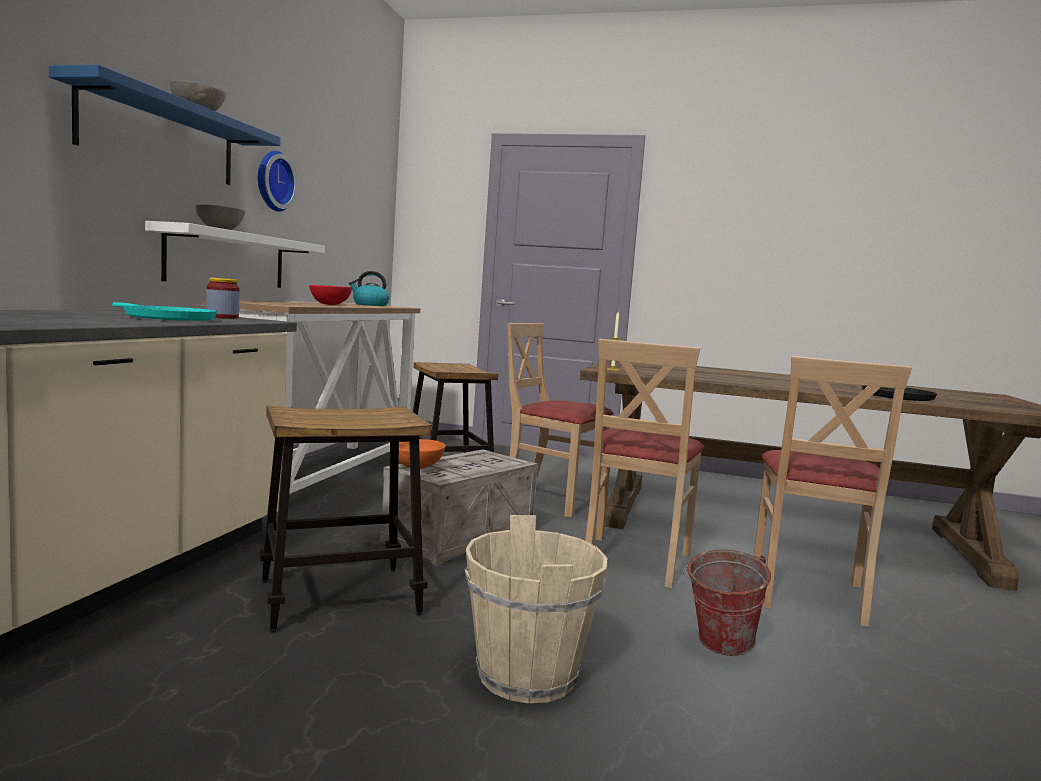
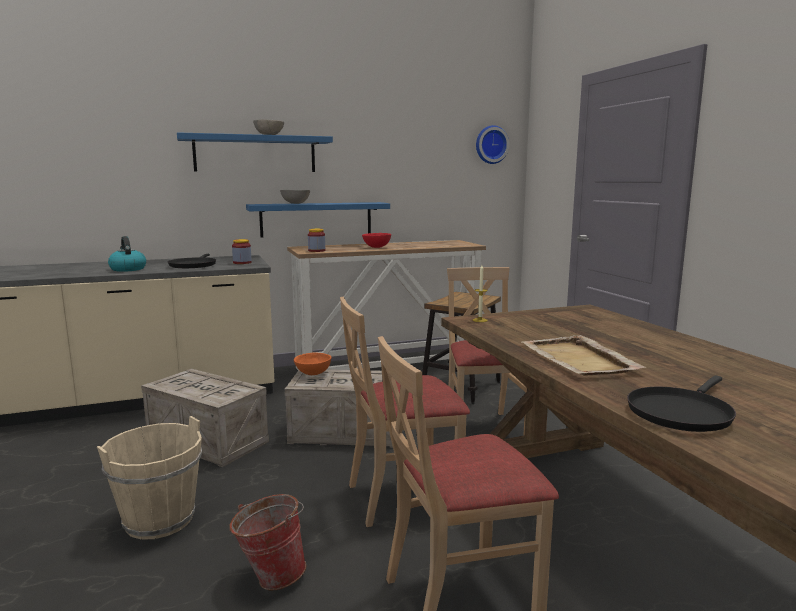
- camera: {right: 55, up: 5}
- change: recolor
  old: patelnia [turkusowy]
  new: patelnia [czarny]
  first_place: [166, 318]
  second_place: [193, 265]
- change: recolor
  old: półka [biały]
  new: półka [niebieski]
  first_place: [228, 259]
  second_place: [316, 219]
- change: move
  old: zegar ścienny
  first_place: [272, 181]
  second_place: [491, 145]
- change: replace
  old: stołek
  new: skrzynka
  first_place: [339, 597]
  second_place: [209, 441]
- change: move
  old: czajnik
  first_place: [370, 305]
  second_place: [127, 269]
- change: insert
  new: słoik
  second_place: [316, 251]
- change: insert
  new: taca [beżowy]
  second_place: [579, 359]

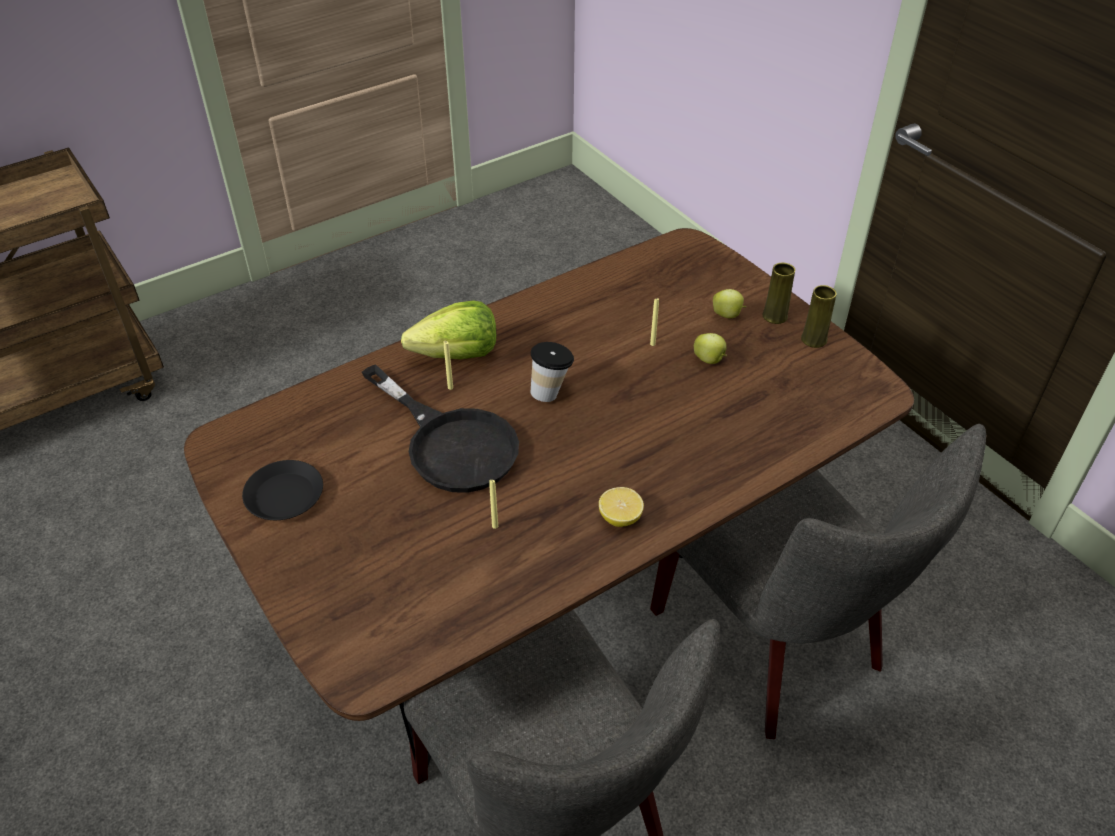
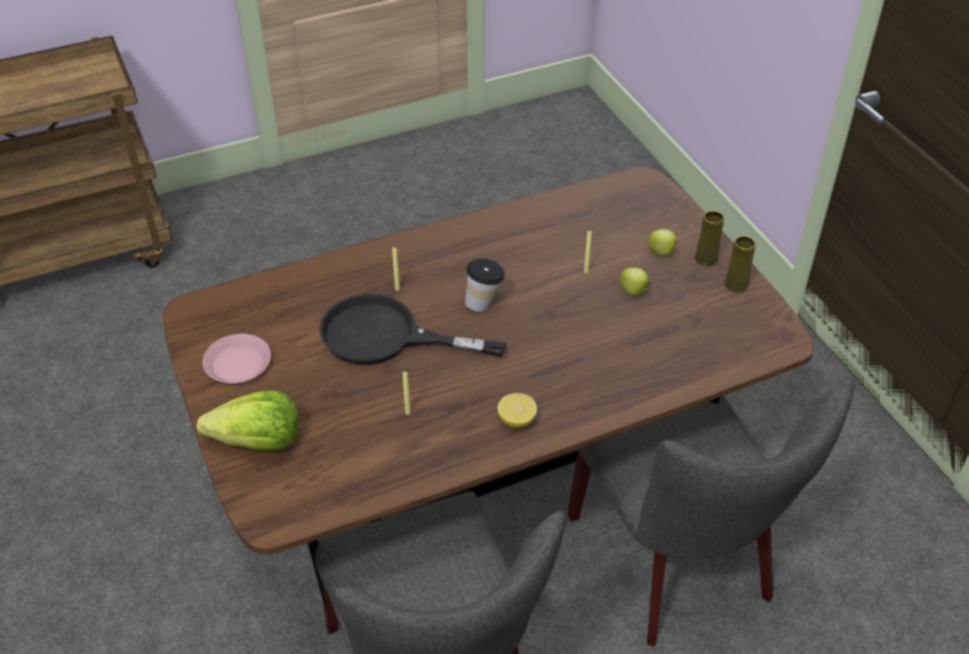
- camera: {right: 10, up: 0}
- change: recolor
  old: talerz [czarny]
  new: talerz [różowy]
  first_place: [285, 496]
  second_place: [238, 364]
- change: rotate
  old: patelnia [czarny]
  first_place: [451, 443]
  second_place: [386, 337]
  degrees: 135
- change: move
  old: sałata
  first_place: [457, 355]
  second_place: [258, 442]

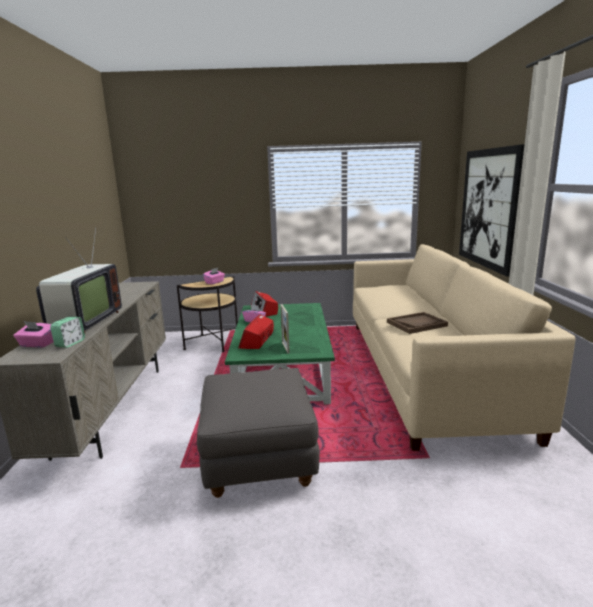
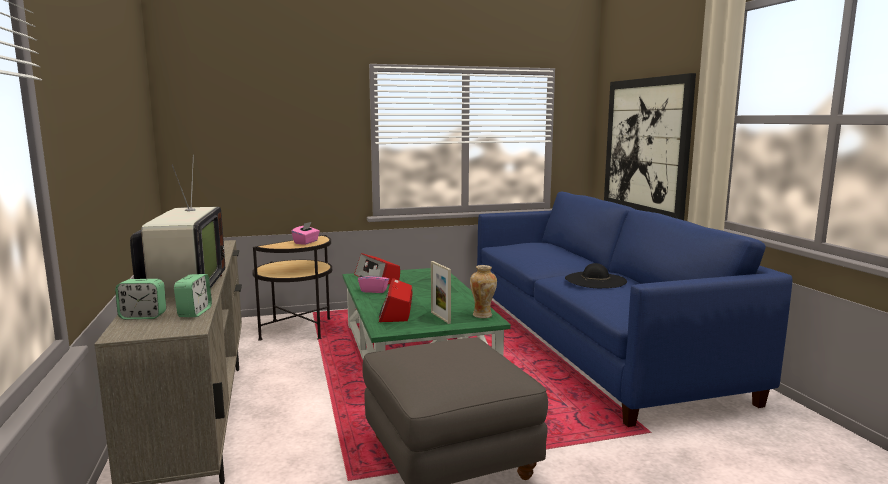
- camera: {right: -15, up: -5}
- change: replace
  old: pudełko chusteczek [różowy]
  new: budzik
  first_place: [37, 344]
  second_place: [143, 316]
- change: recolor
  old: kanapa [beżowy]
  new: kanapa [niebieski]
  first_place: [424, 370]
  second_place: [591, 342]
- change: replace
  old: taca [brązowy]
  new: kapelusz [czarny]
  first_place: [416, 324]
  second_place: [595, 280]
- change: insert
  new: wazon
  second_place: [483, 315]

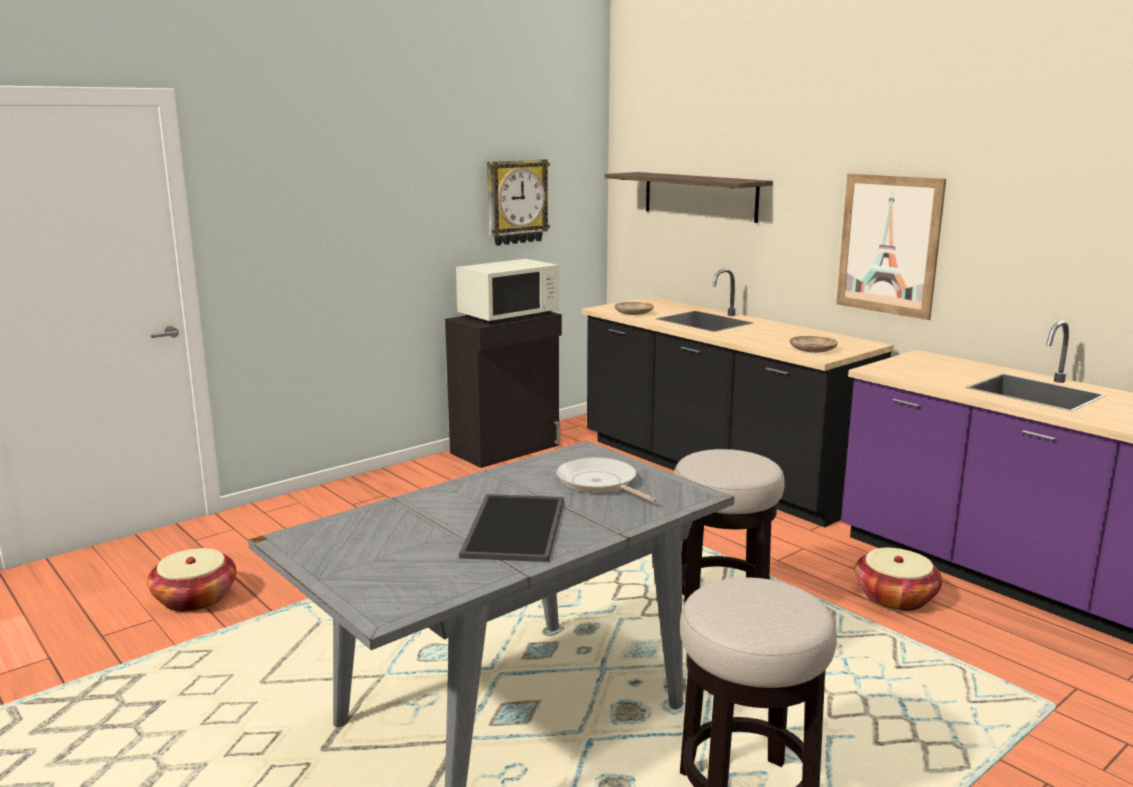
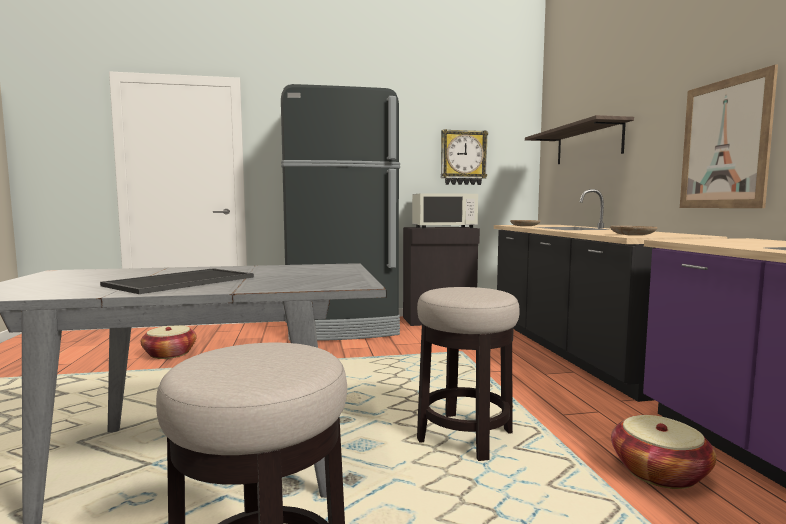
- camera: {right: 30, up: -10}
- change: delete
  old: patelnia
  first_place: [599, 483]
- change: insert
  new: lodówka [czarny]
  second_place: [342, 328]

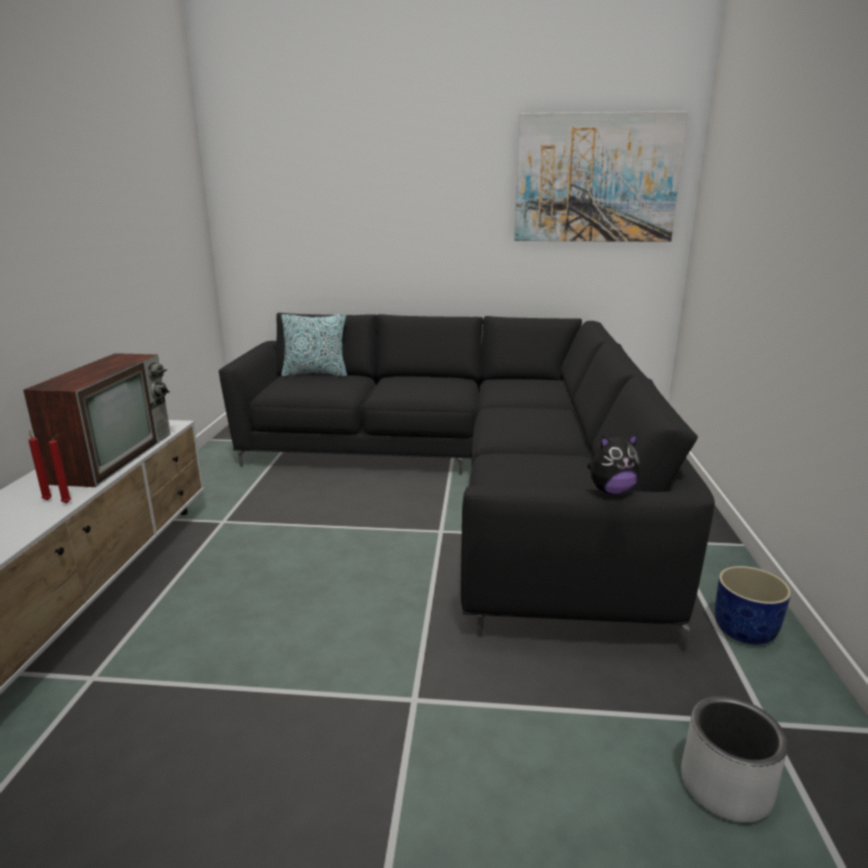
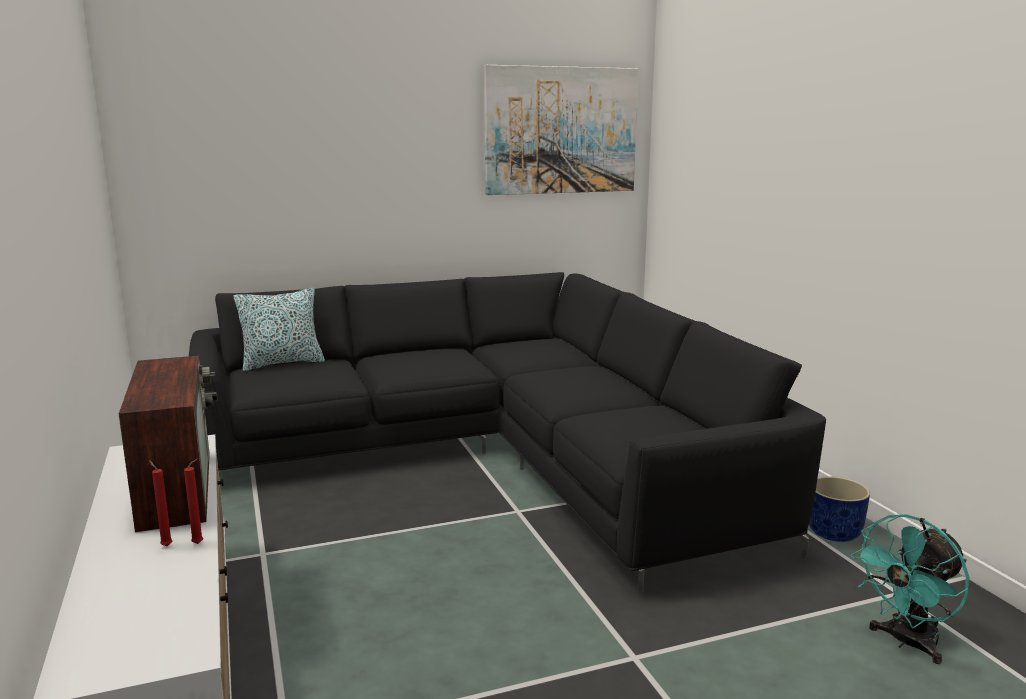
- camera: {right: -25, up: -5}
- change: delete
  old: pluszak
  first_place: [611, 491]
- change: replace
  old: donica [szary]
  new: wentylator [turkusowy]
  first_place: [726, 787]
  second_place: [906, 642]

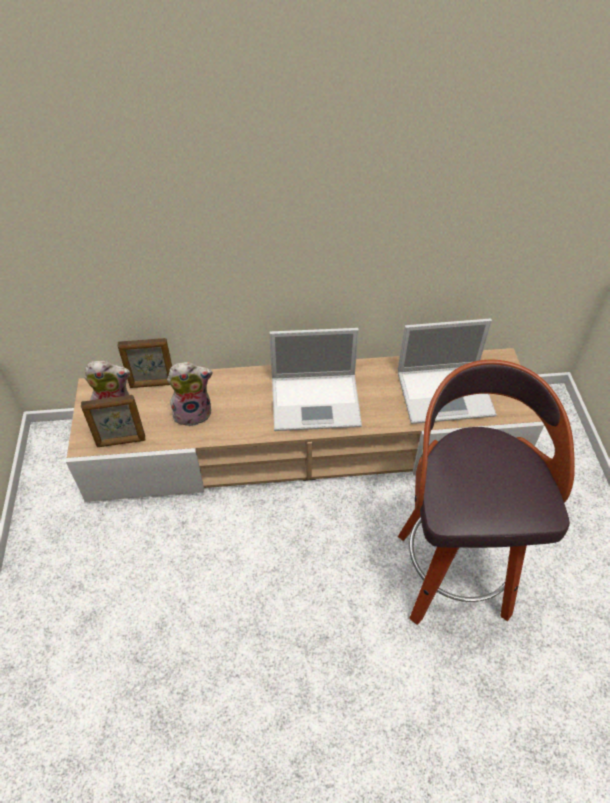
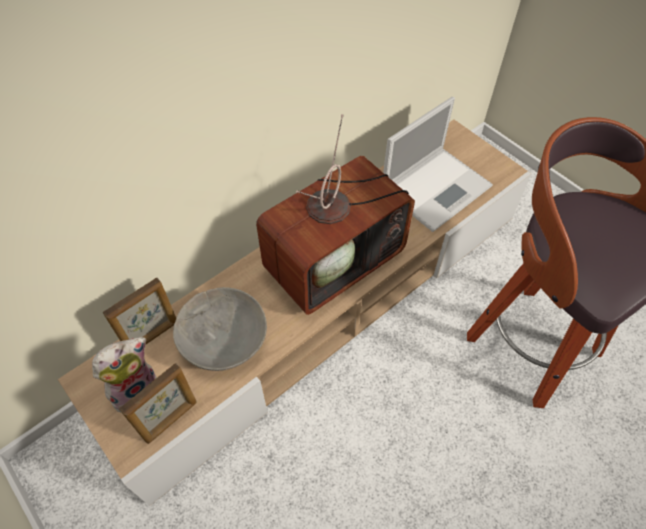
- camera: {right: -35, up: 5}
- change: replace
  old: pluszak
  new: miska [szary]
  first_place: [193, 412]
  second_place: [223, 340]
- change: replace
  old: laptop
  new: telewizor
  first_place: [317, 401]
  second_place: [335, 258]

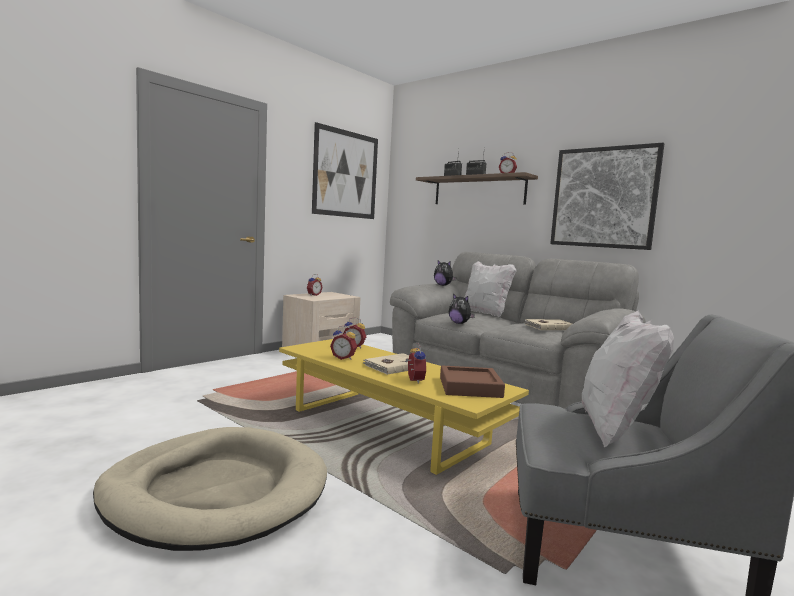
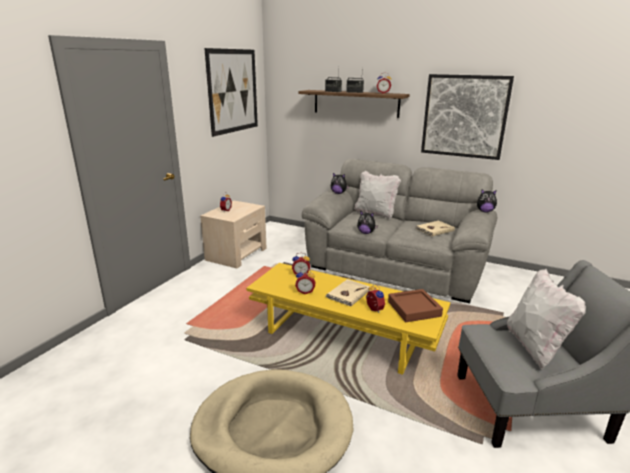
- camera: {right: -15, up: 15}
- change: insert
  new: pluszak
  second_place: [485, 211]

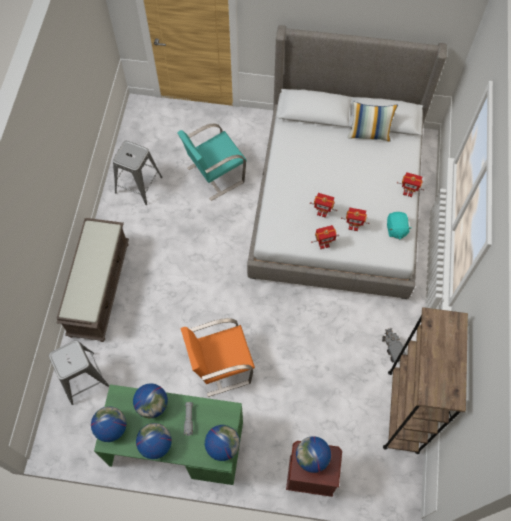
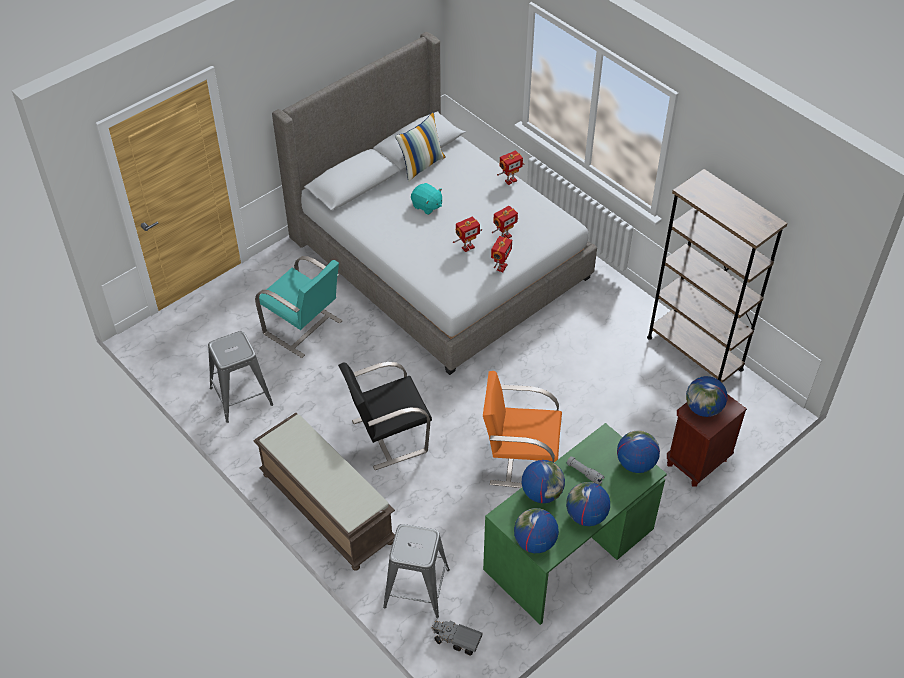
- camera: {right: -50, up: -15}
- change: rotate
  old: krzesło [turkusowy]
  first_place: [214, 175]
  second_place: [303, 328]
  degrees: -60
- change: rotate
  old: krzesło [pomarańczowy]
  first_place: [220, 366]
  second_place: [519, 459]
  degrees: 75
- change: move
  old: ciężarówka zabawkowa
  first_place: [393, 348]
  second_place: [456, 640]
- change: move
  old: pluszak [turkusowy]
  first_place: [396, 229]
  second_place: [427, 206]
- change: insert
  new: krzesło [czarny]
  second_place: [387, 436]

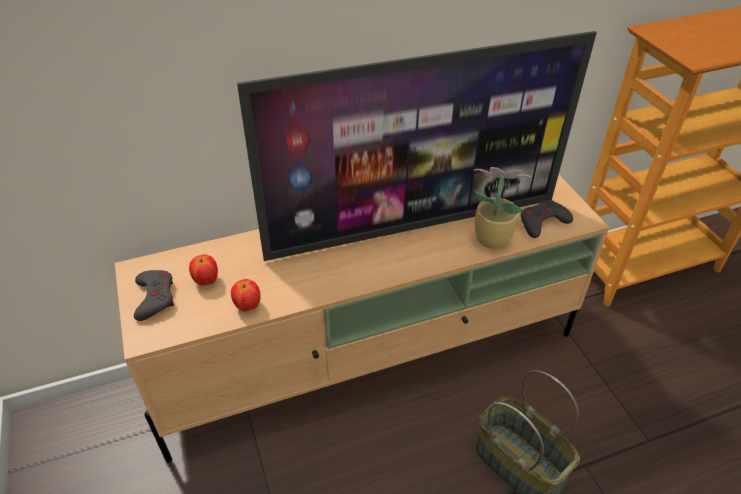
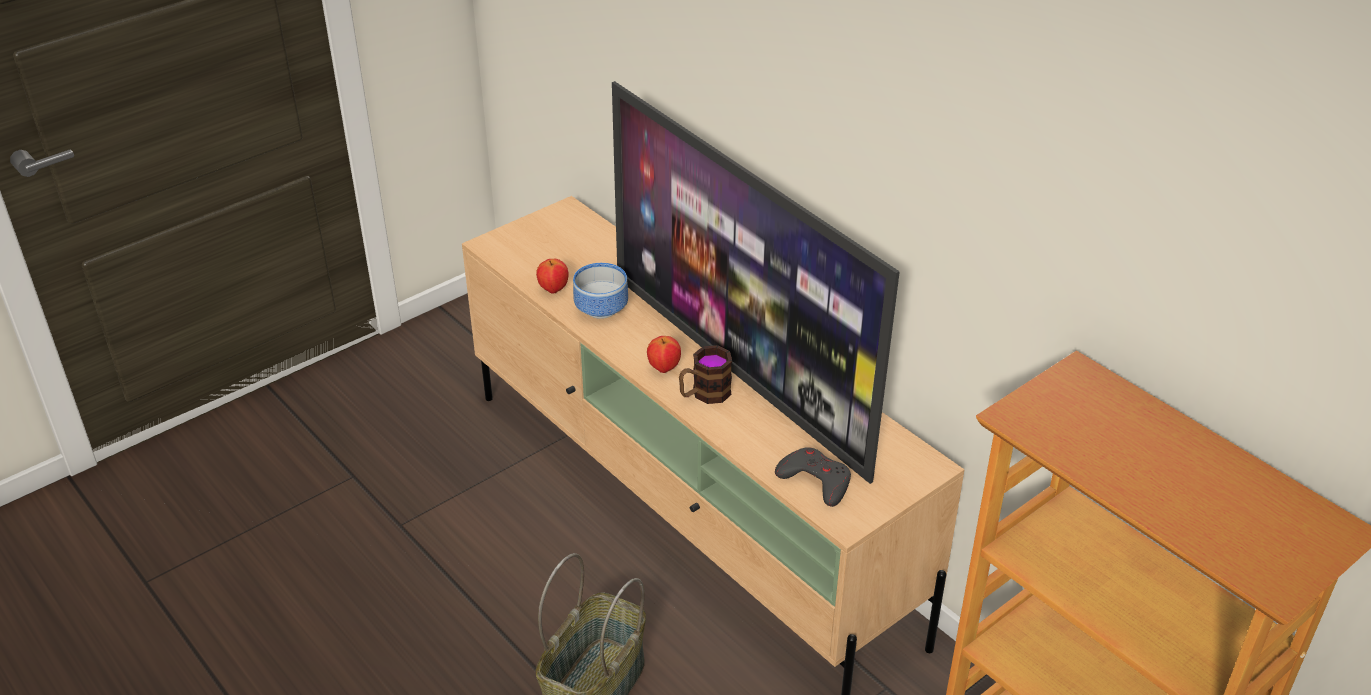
- camera: {right: 70, up: -5}
- change: delete
  old: pad do gier [szary]
  first_place: [155, 297]
- change: move
  old: jabłko
  first_place: [206, 281]
  second_place: [664, 368]
- change: delete
  old: roślina doniczkowa
  first_place: [490, 238]
- change: insert
  new: miska
  second_place: [602, 307]
- change: insert
  new: kubek
  second_place: [704, 394]

